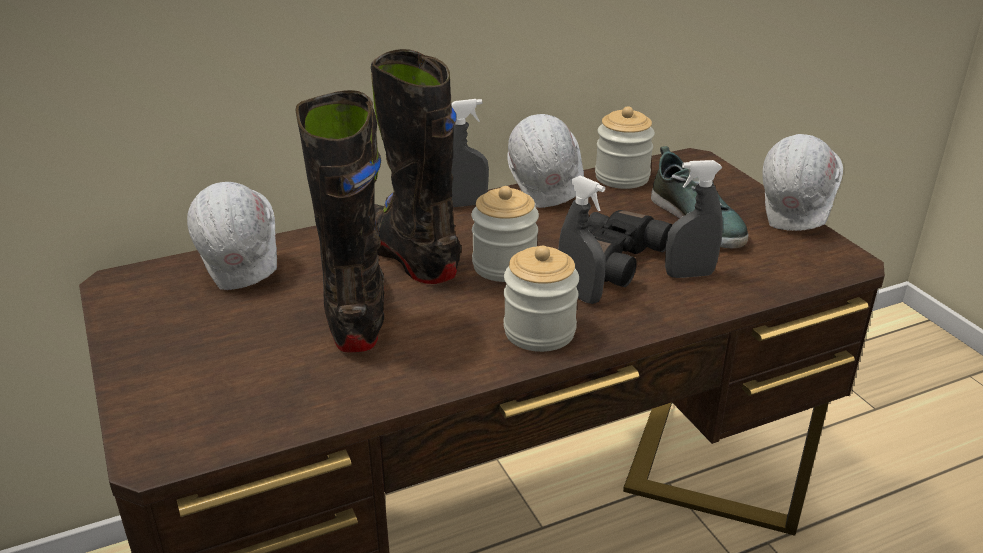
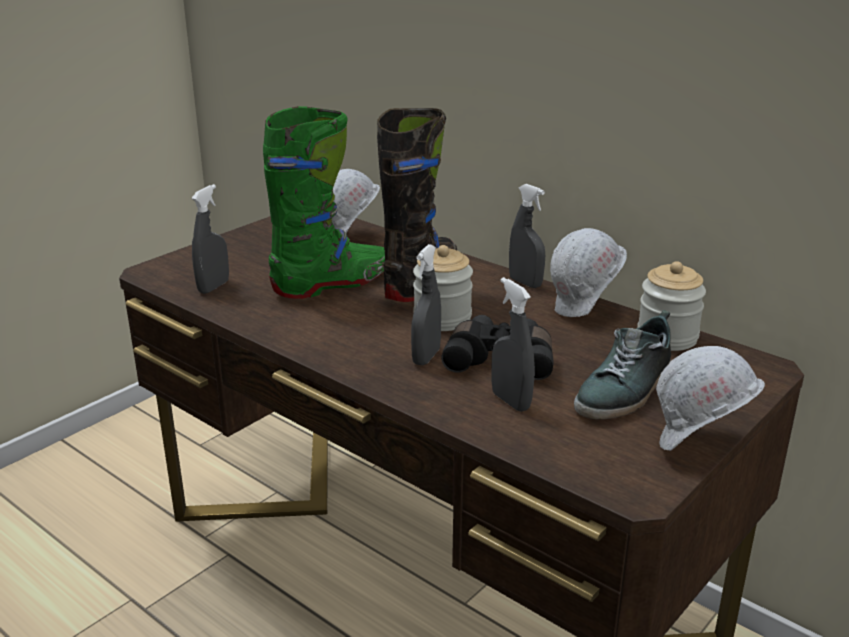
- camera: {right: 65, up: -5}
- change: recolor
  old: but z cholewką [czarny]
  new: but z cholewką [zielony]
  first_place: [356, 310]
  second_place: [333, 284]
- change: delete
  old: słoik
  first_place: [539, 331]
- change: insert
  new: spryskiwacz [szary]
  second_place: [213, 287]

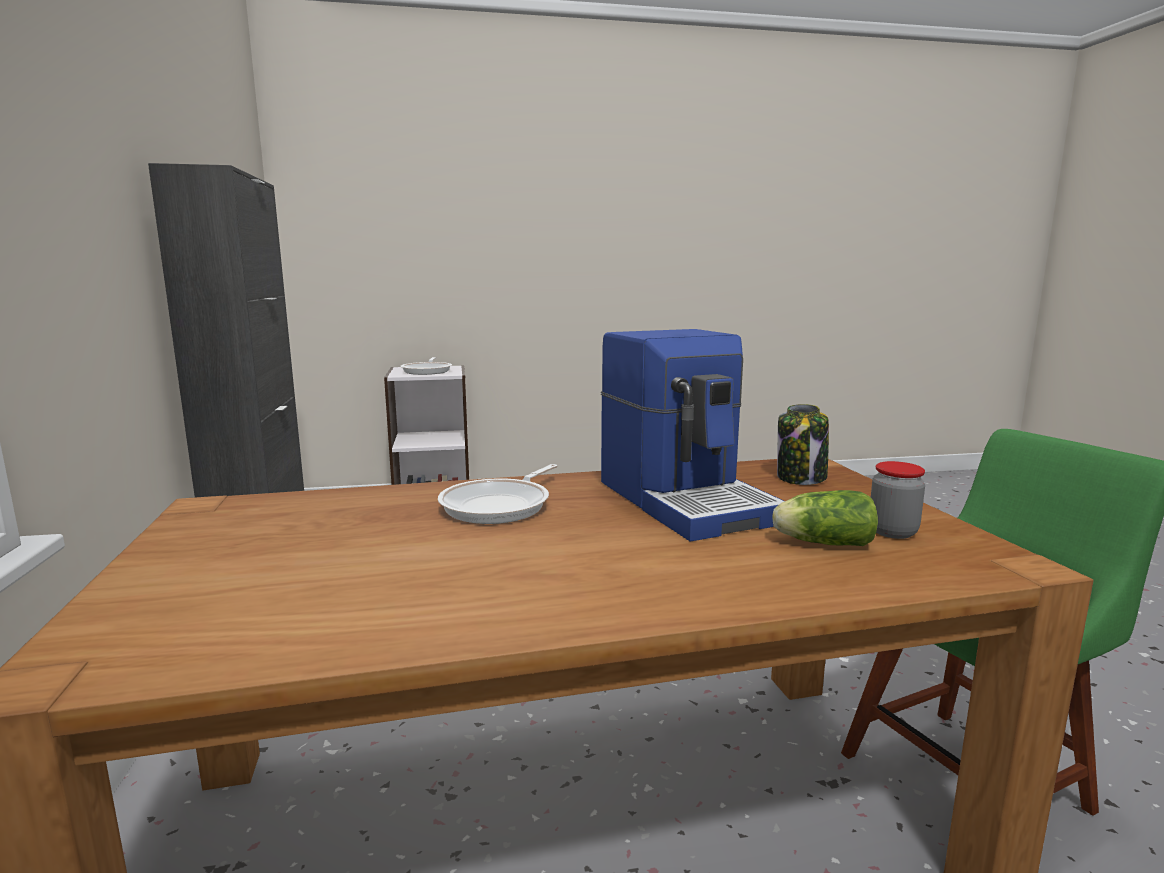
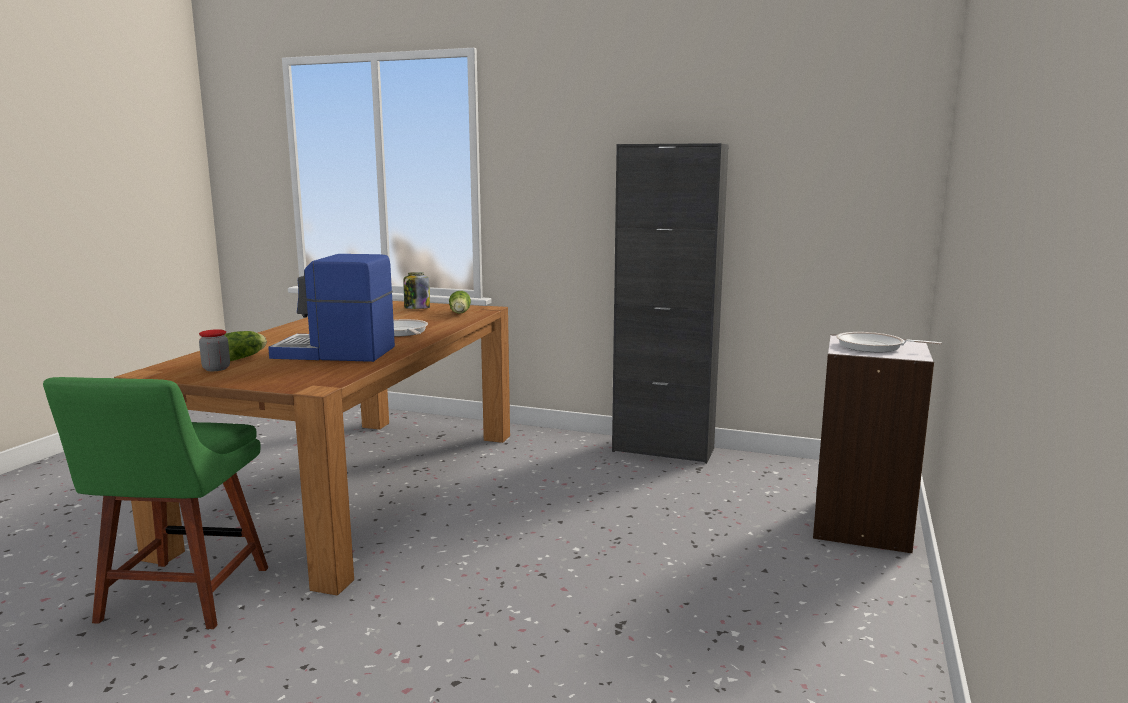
- camera: {right: 120, up: 0}
- change: move
  old: słoik
  first_place: [801, 478]
  second_place: [416, 308]
- change: insert
  new: sałata
  second_place: [459, 313]

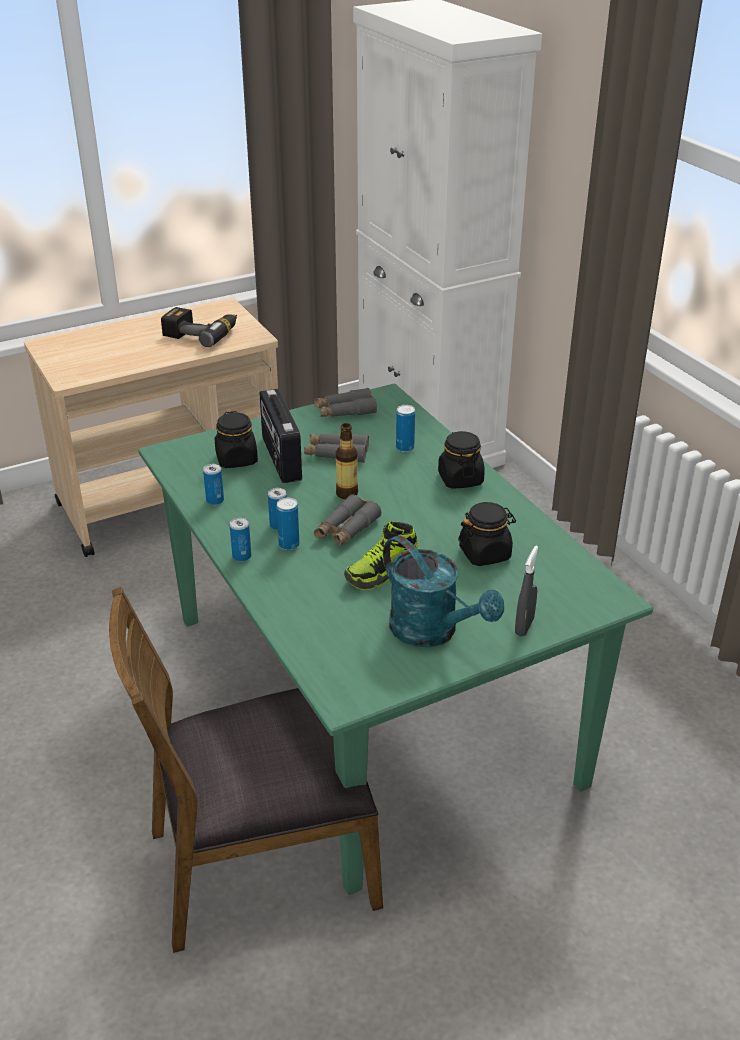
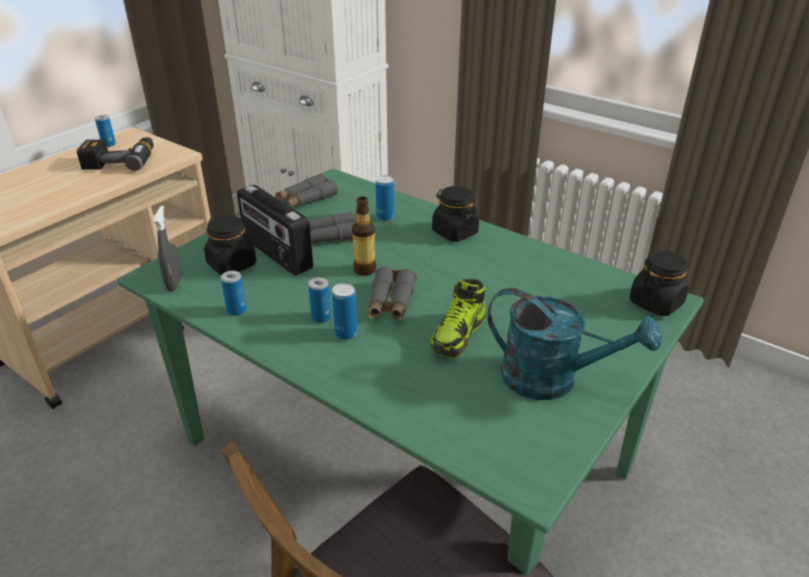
- camera: {right: -25, up: 0}
- change: move
  old: puszka
  first_place: [242, 556]
  second_place: [109, 144]
- change: move
  old: słoik [czarny]
  first_place: [485, 553]
  second_place: [656, 302]
- change: move
  old: spryskiwacz [szary]
  first_place: [524, 627]
  second_place: [174, 283]

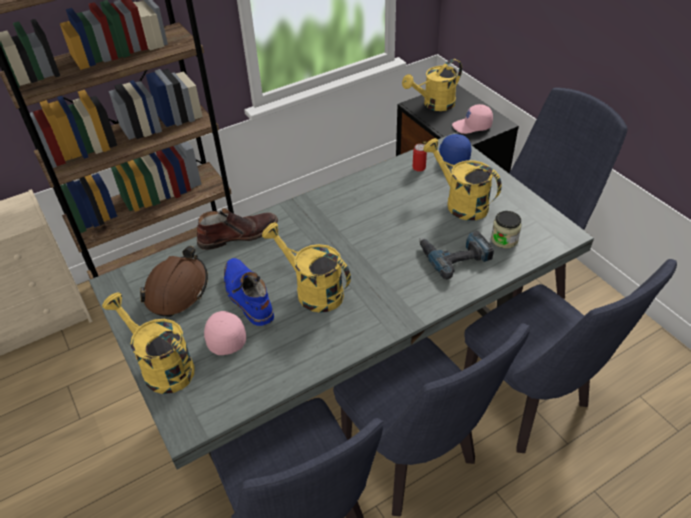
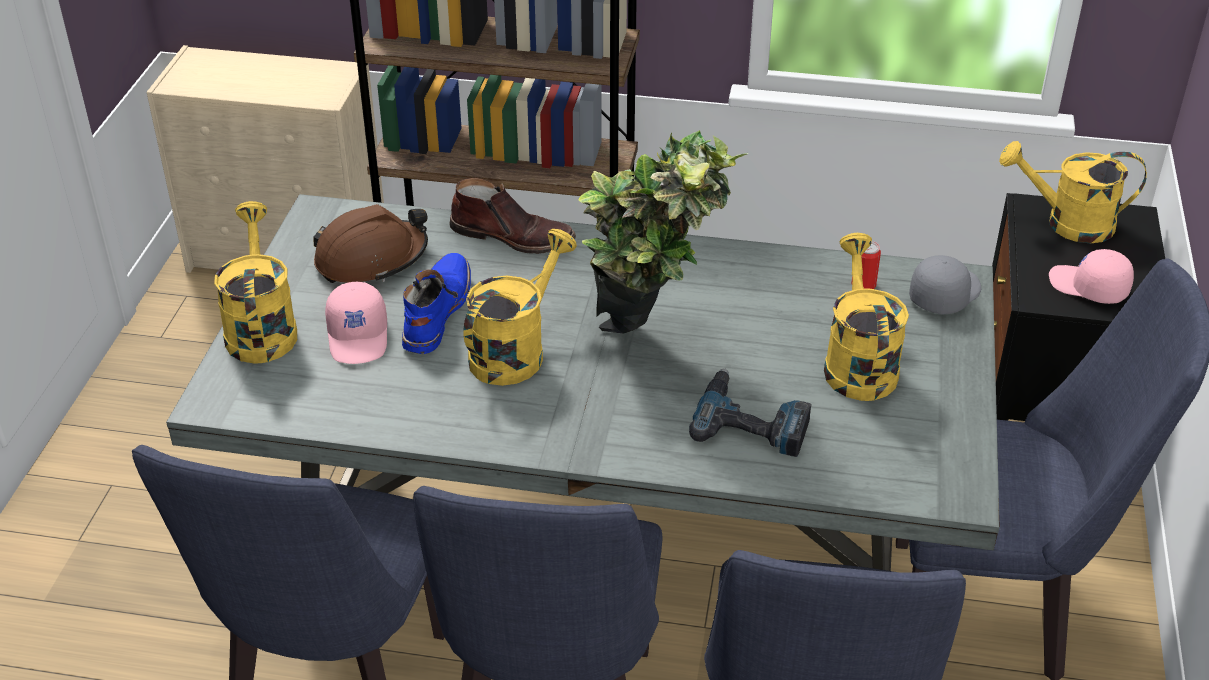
- camera: {right: 40, up: -5}
- change: rotate
  old: czapka z daszkiem [różowy]
  first_place: [224, 335]
  second_place: [359, 337]
  degrees: 150
- change: rotate
  old: konewka [żółty]
  first_place: [312, 290]
  second_place: [515, 351]
  degrees: 45
- change: recolor
  old: czapka z daszkiem [niebieski]
  new: czapka z daszkiem [szary]
  first_place: [453, 154]
  second_place: [944, 294]
- change: delete
  old: słoik
  first_place: [504, 239]
- change: insert
  new: roślina doniczkowa
  second_place: [655, 344]

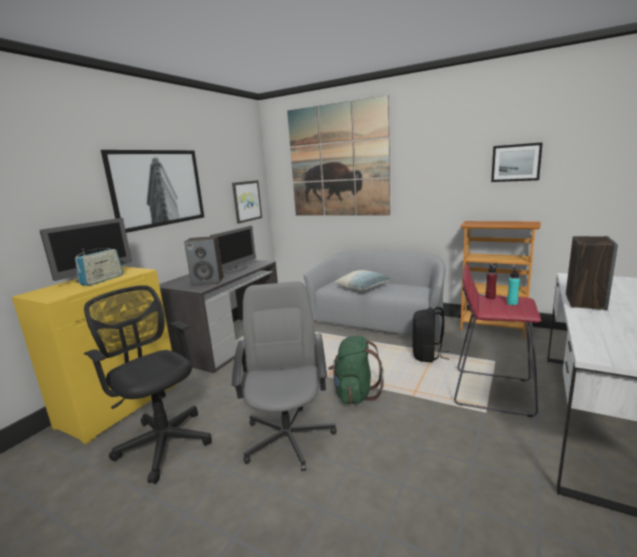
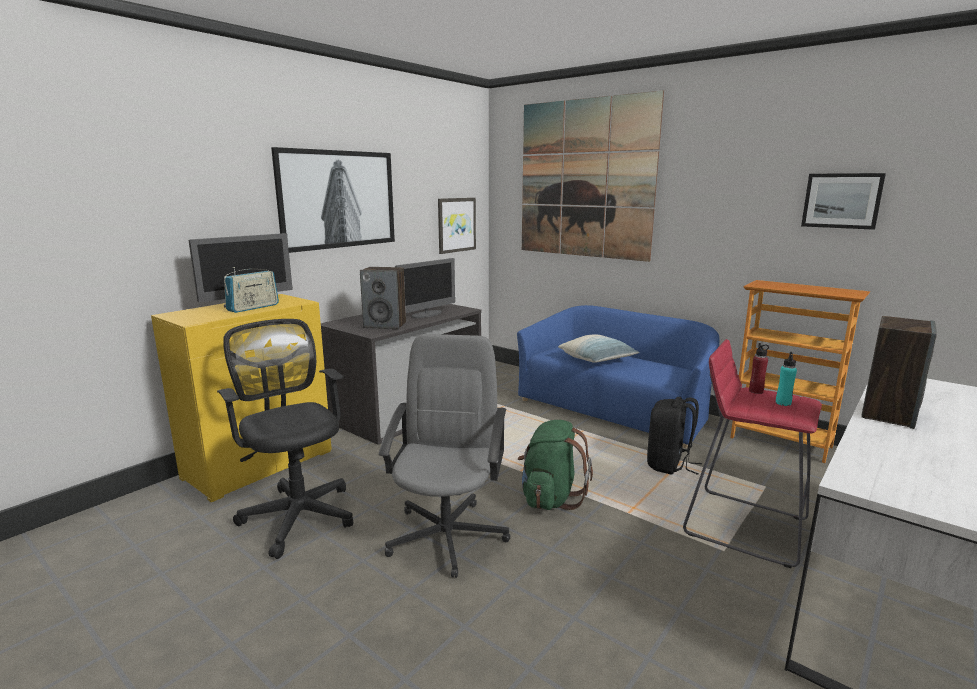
- camera: {right: 10, up: 0}
- change: recolor
  old: kanapa [szary]
  new: kanapa [niebieski]
  first_place: [378, 321]
  second_place: [615, 409]

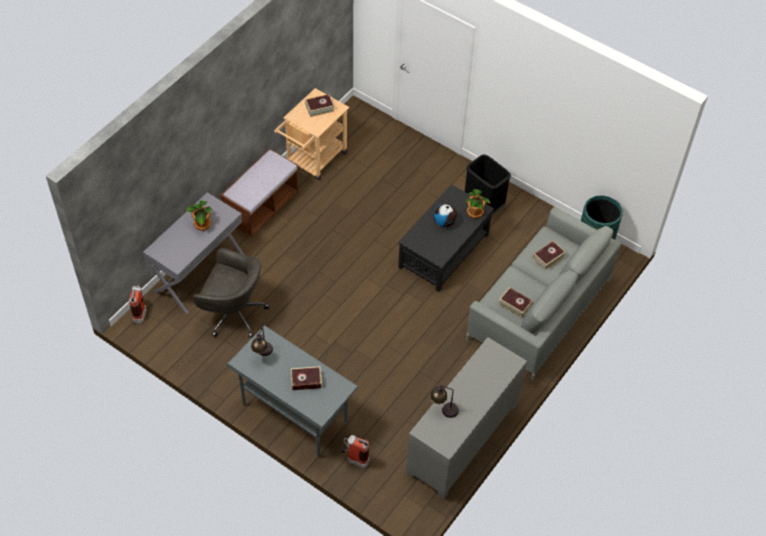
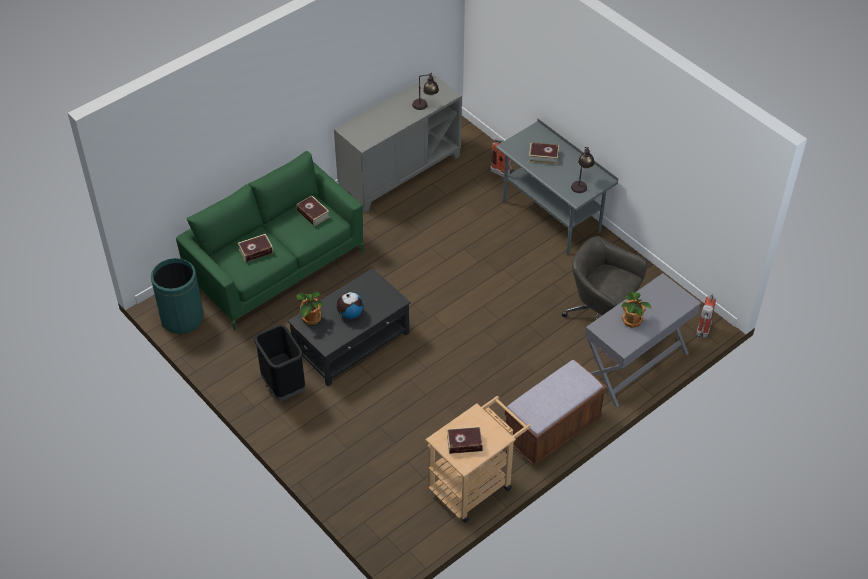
- camera: {right: -165, up: -5}
- change: recolor
  old: kanapa [szary]
  new: kanapa [zielony]
  first_place: [539, 309]
  second_place: [275, 266]

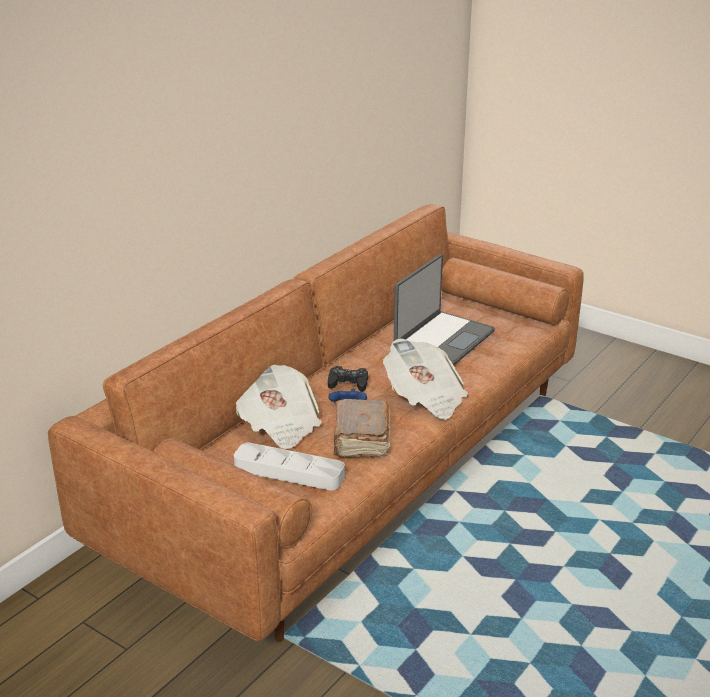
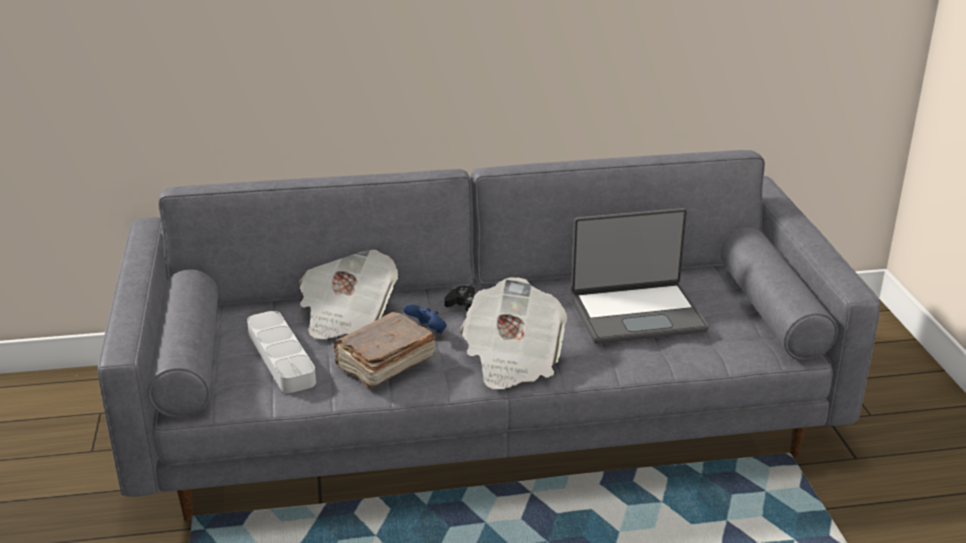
- camera: {right: 45, up: 0}
- change: recolor
  old: kanapa [brązowy]
  new: kanapa [szary]
  first_place: [354, 464]
  second_place: [483, 413]

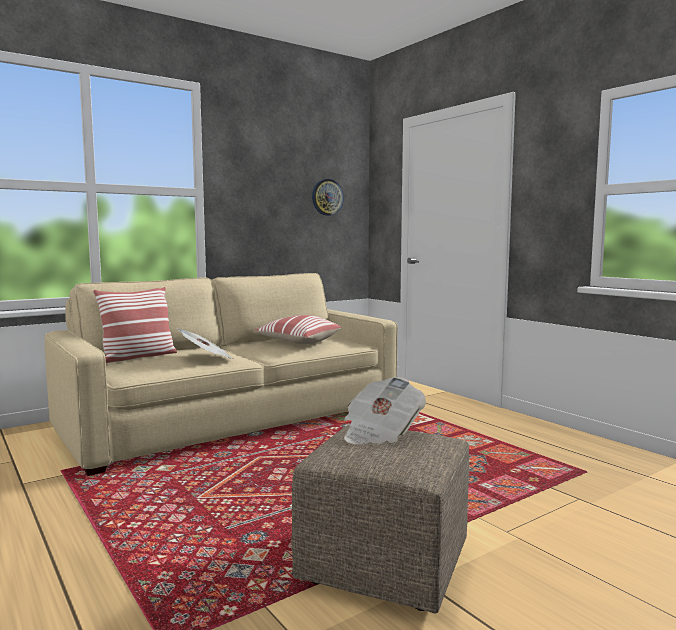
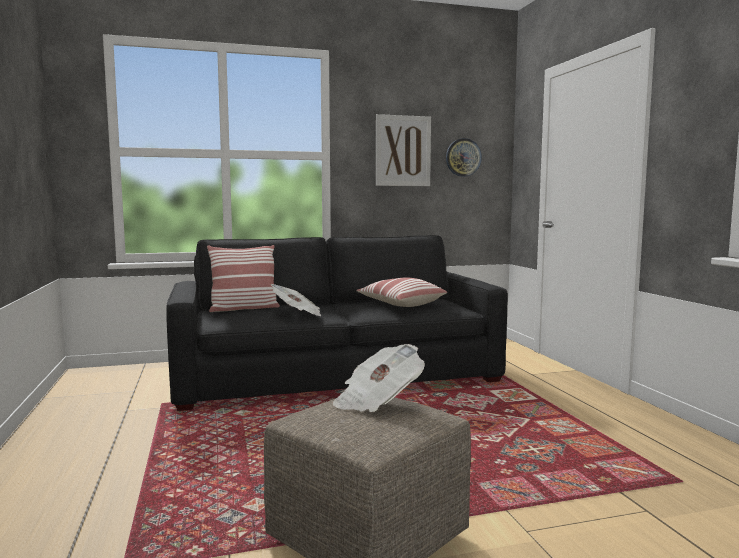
- camera: {right: 20, up: 0}
- change: recolor
  old: kanapa [beżowy]
  new: kanapa [czarny]
  first_place: [233, 419]
  second_place: [335, 375]
- change: insert
  new: obraz
  second_place: [403, 151]

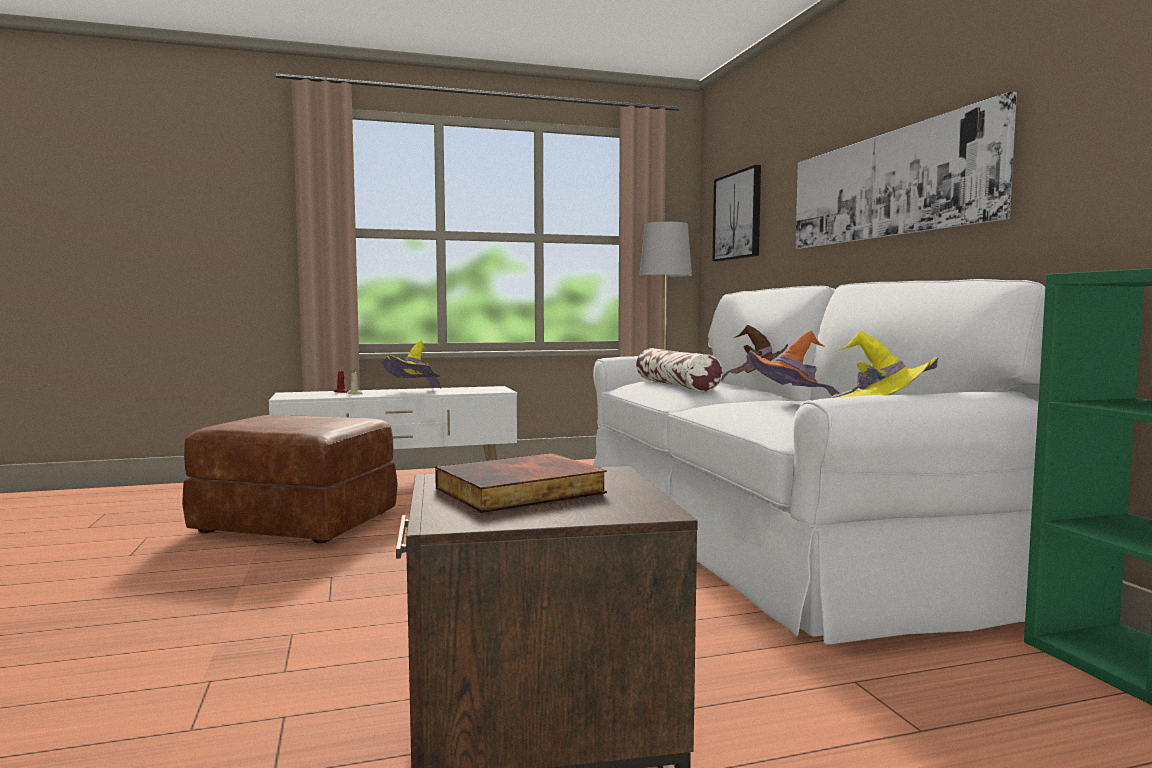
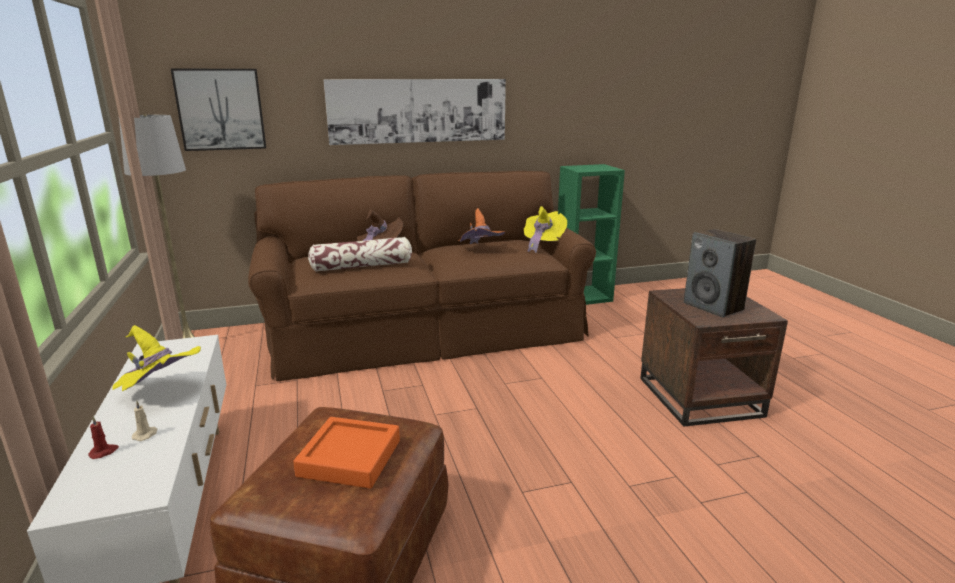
- camera: {right: -90, up: 15}
- change: replace
  old: książka
  new: głośnik
  first_place: [520, 491]
  second_place: [714, 306]
- change: recolor
  old: kanapa [biały]
  new: kanapa [brązowy]
  first_place: [763, 530]
  second_place: [425, 331]
- change: insert
  new: taca [pomarańczowy]
  second_place: [350, 458]

